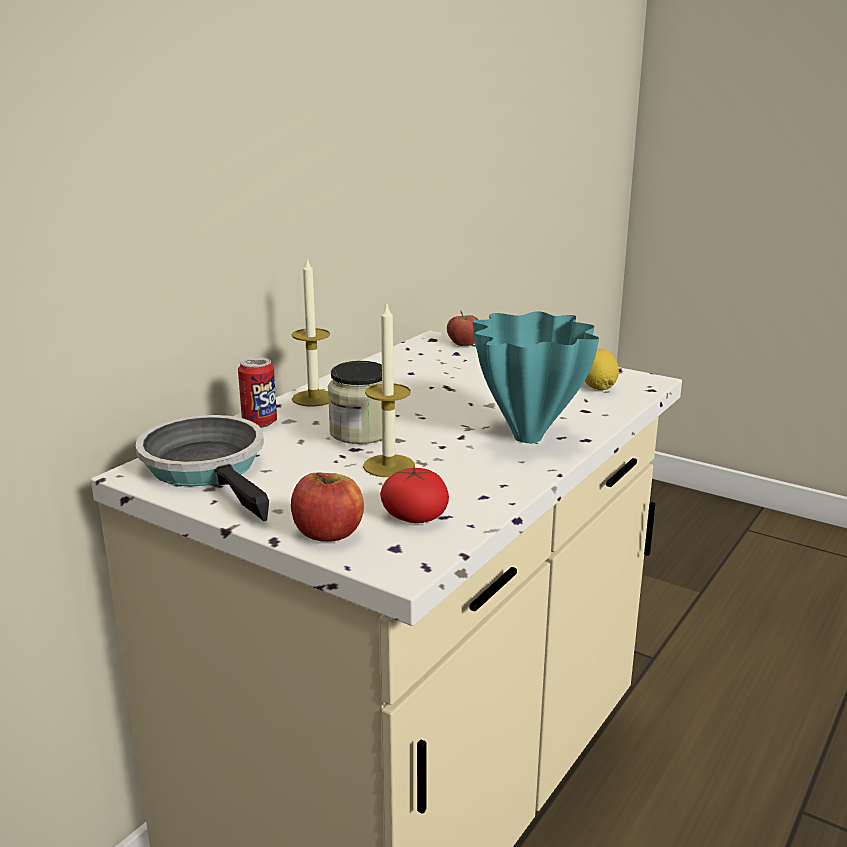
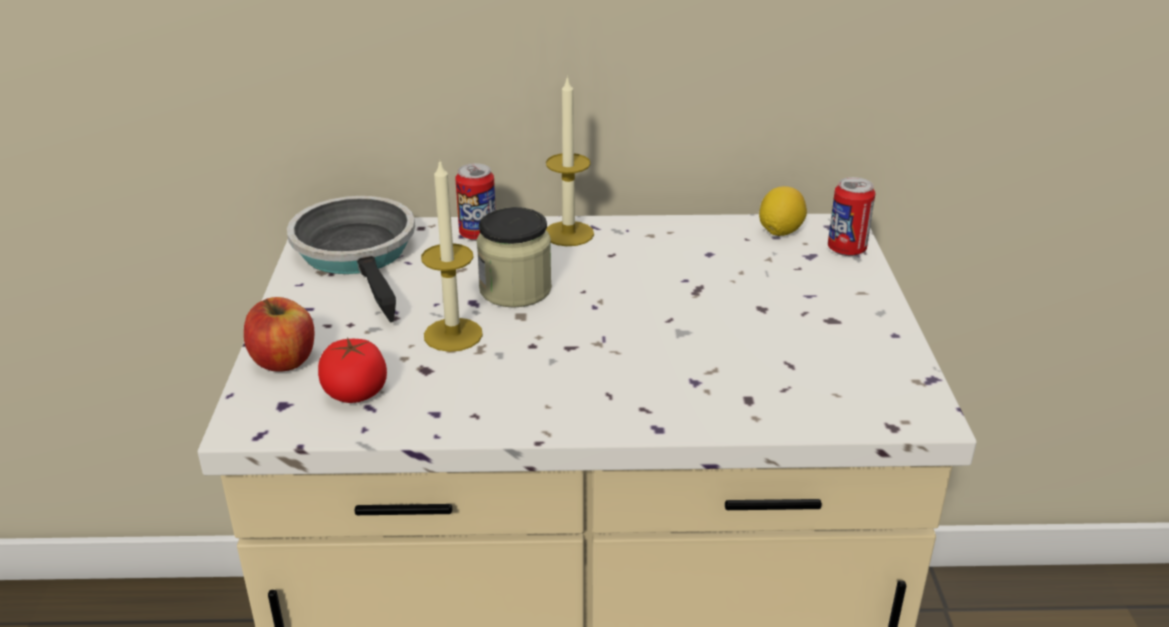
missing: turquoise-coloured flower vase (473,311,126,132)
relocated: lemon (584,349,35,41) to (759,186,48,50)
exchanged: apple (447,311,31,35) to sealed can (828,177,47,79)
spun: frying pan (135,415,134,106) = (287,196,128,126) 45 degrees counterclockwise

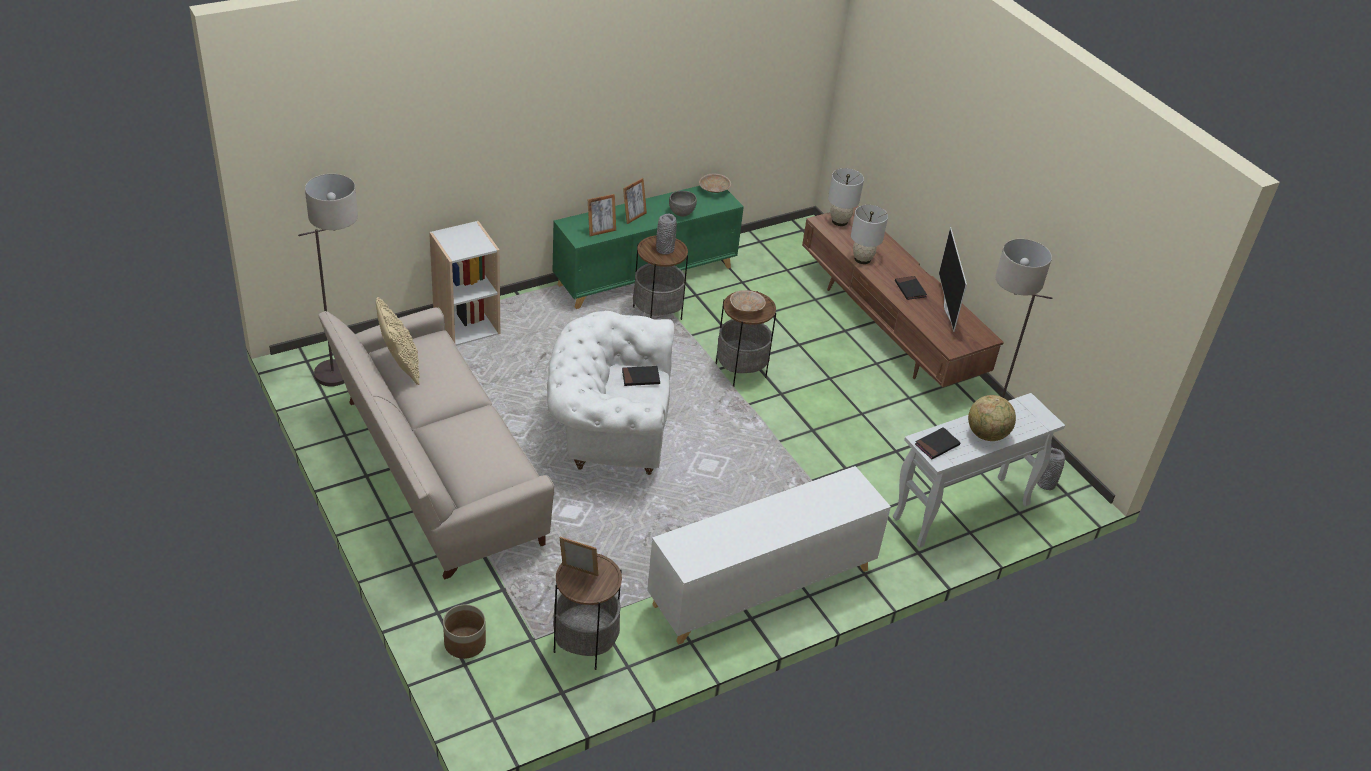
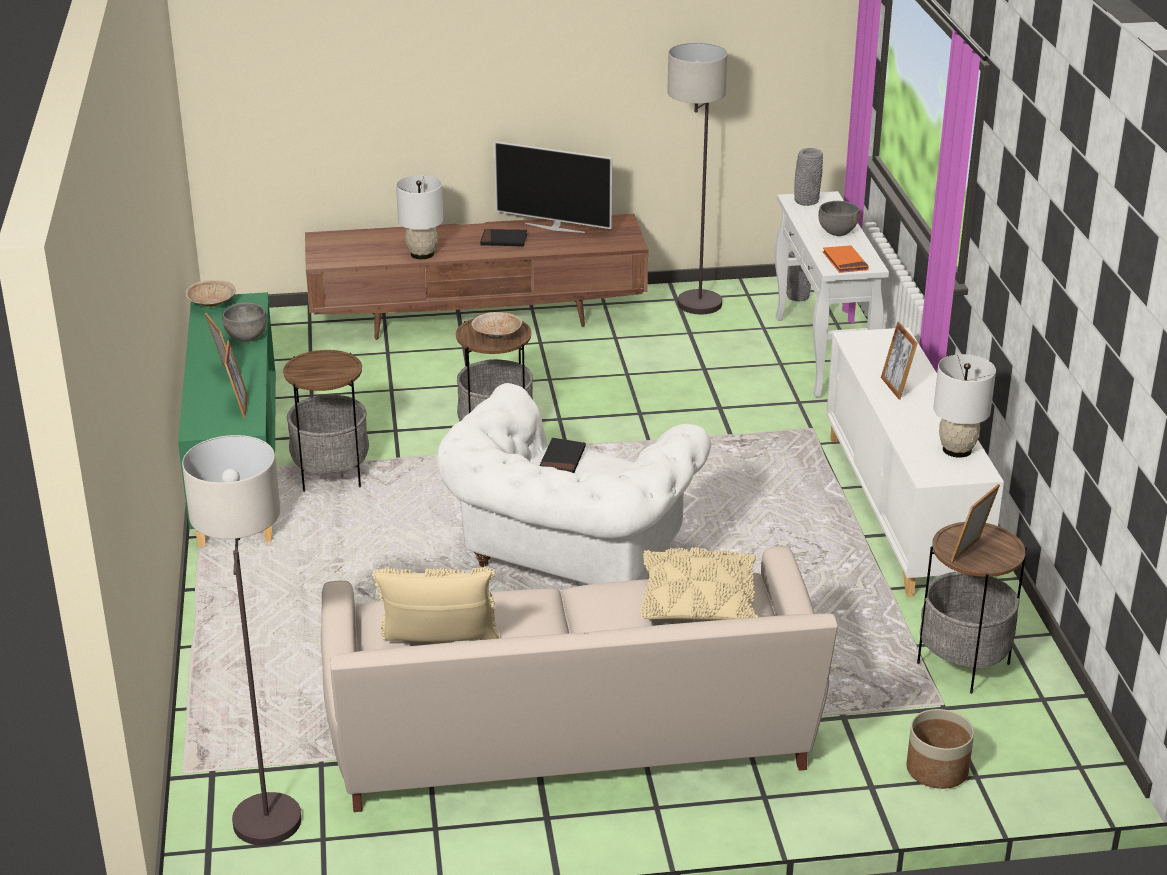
missing: shelving unit (429,221,71,125)
appeared: beige-coloured cushion (640,547,118,73); picture frame (881,322,37,78)
relocated: gray flower vase (656,214,21,41) to (794,148,29,58); white table lamp (828,168,36,58) to (933,354,63,104)
exchanged: globe (968,395,48,46) to gray bowl (818,201,42,35)
colour: black bound book (915,427,46,32) to orange bound book (822,245,47,28)

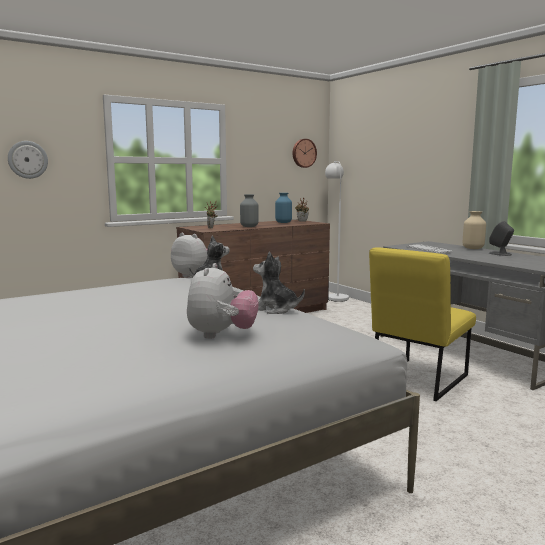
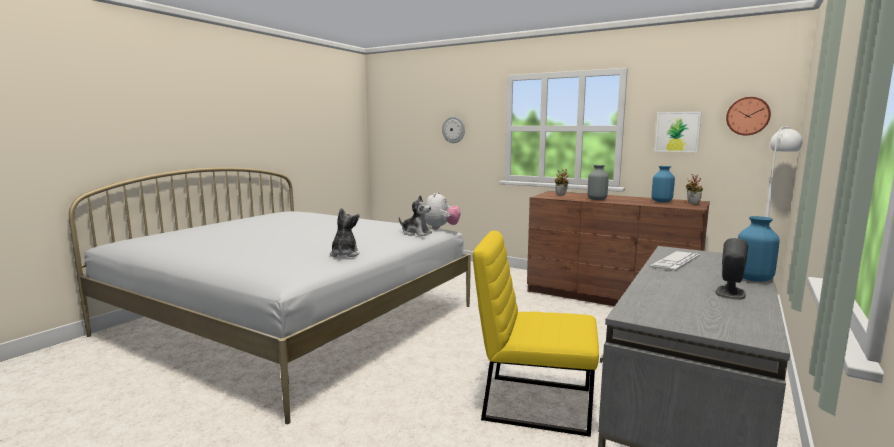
missing: cuddly toy (187,263,72,76)
appeared: picture (655,112,47,40)
colour: beige-coloured flower vase (463,211,23,38) to blue-coloured flower vase (738,216,42,66)

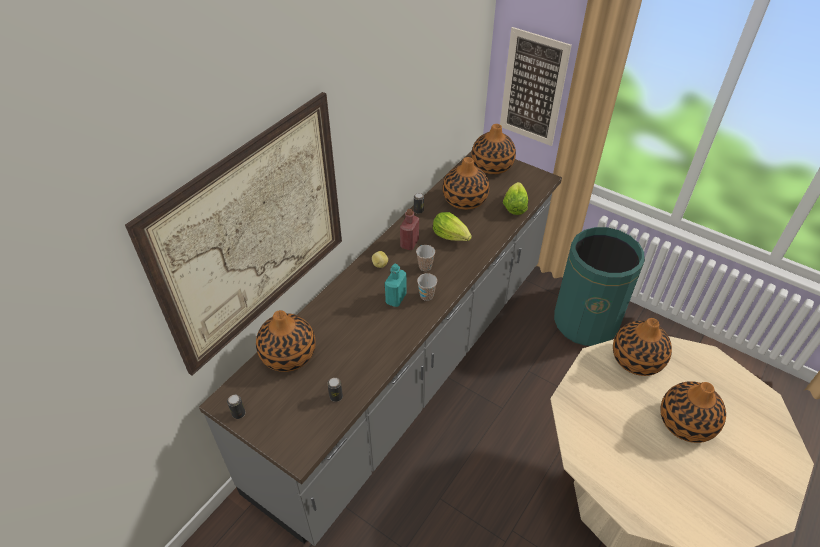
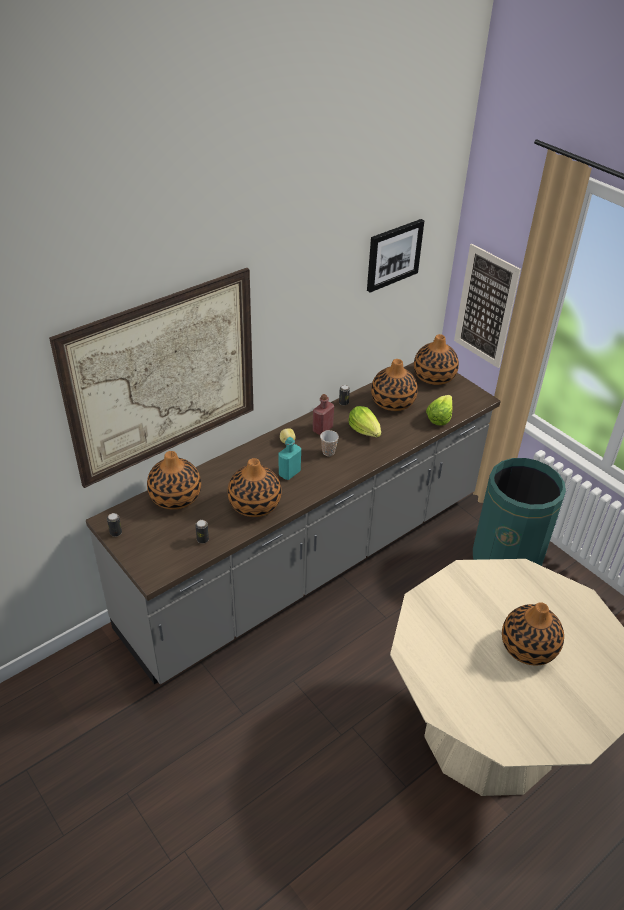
missing: cup (417,273,20,28)
appeared: picture (367,219,57,73)
relocated: flower vase (613,318,59,58) to (228,458,54,59)

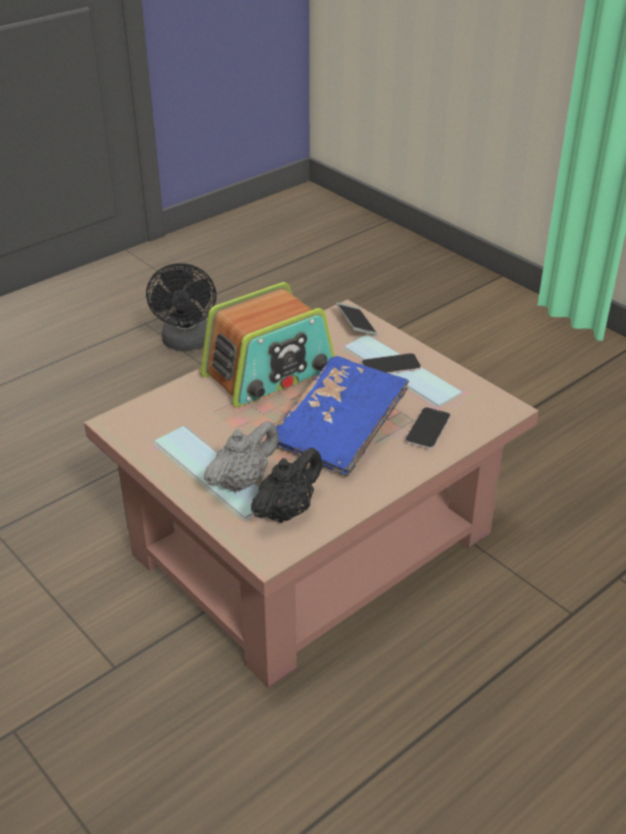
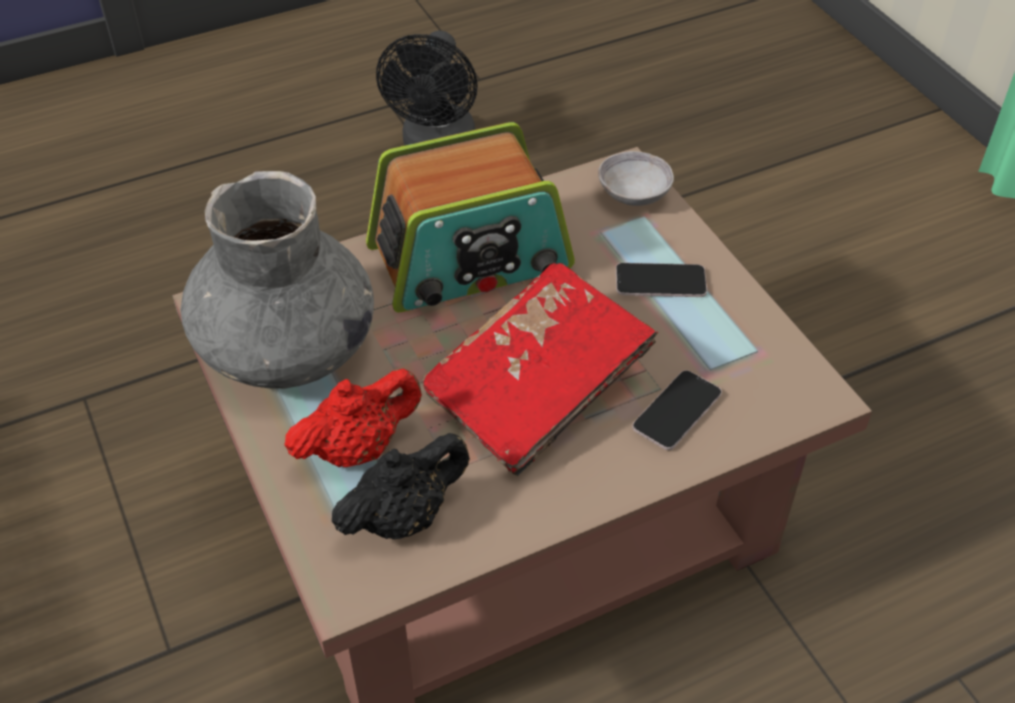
appeared: gray flower vase (180,171,194,217)
exchanged: telephone (336,302,41,33) to gray bowl (598,151,76,55)
colour: gray pot for tea (204,421,75,72) to red pot for tea (284,369,138,98); blue-coloured bound book (276,356,133,121) to red bound book (423,263,235,213)

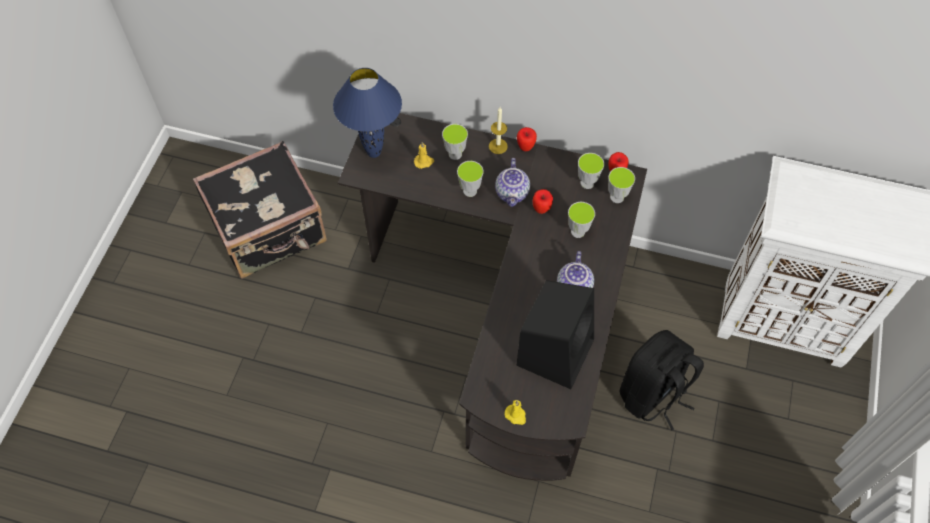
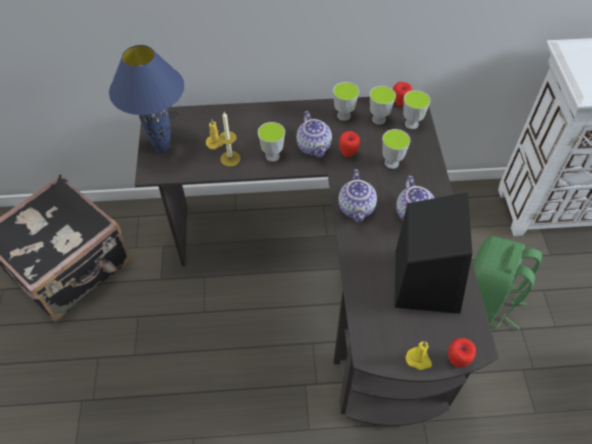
appeared: pot for tea (338,169,39,53)
relocated: cup (442,124,26,36) to (333,82,26,39); wax candle (489,107,19,47) to (219,112,21,55); apple (517,127,20,24) to (448,338,28,29)
colour: black knapsack (620,330,84,100) to green-coloured knapsack (473,236,69,94)

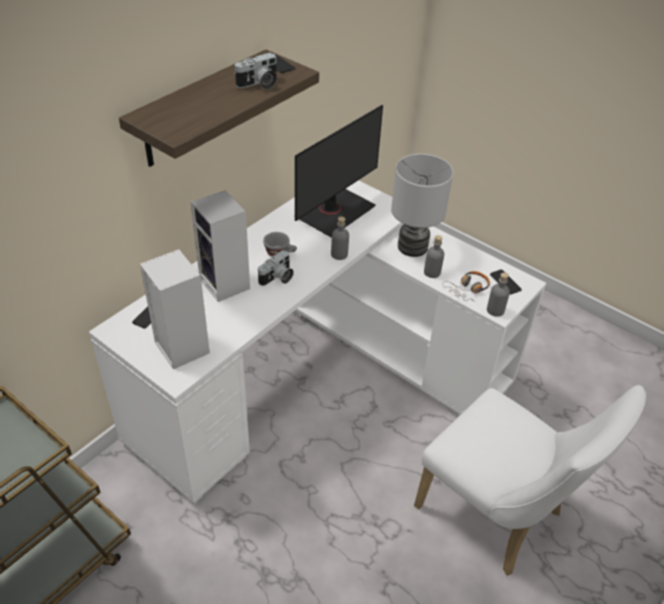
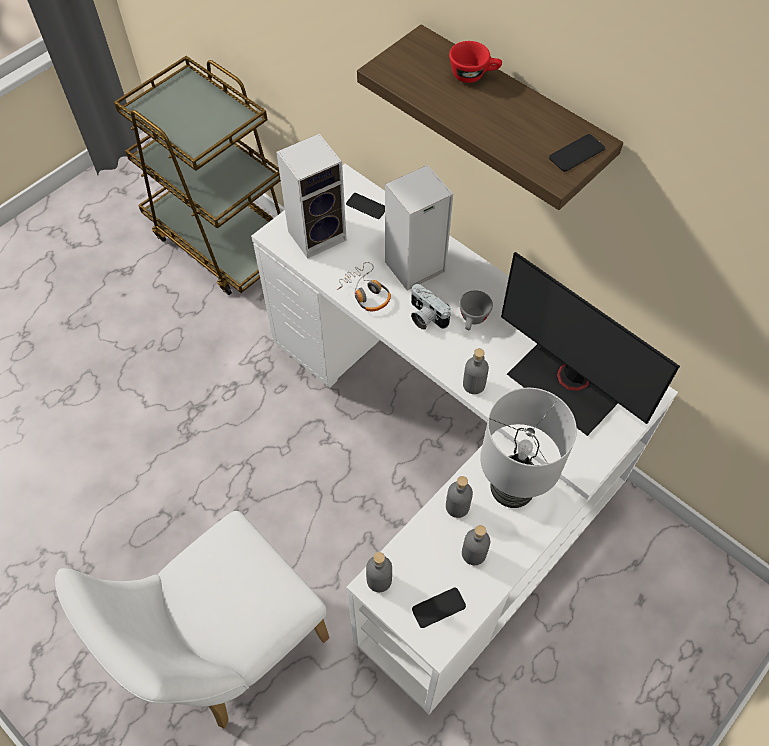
missing: still camera (234,53,43,37)
appeared: red cup (449,41,53,42); gray beverage bottle (462,525,28,40)
relocated: headset (442,271,48,31) to (337,262,54,49)

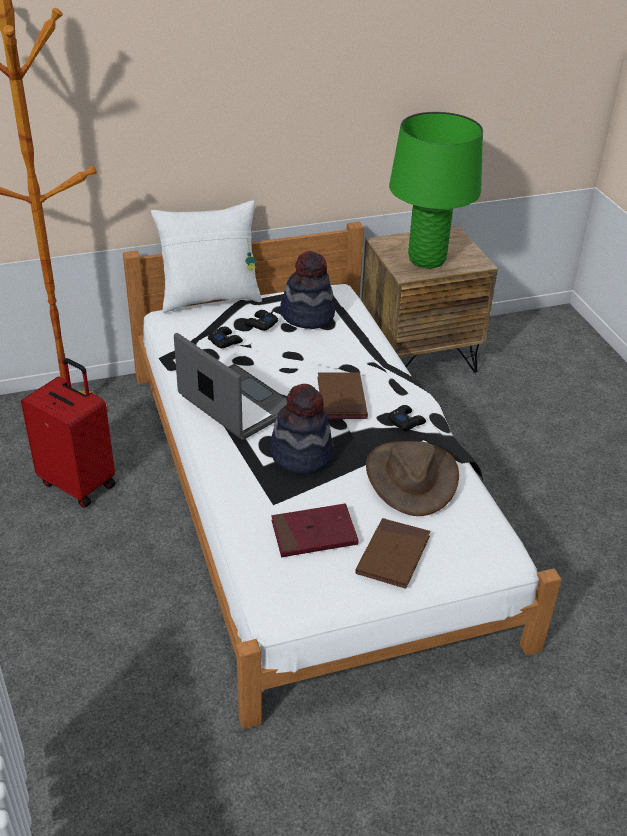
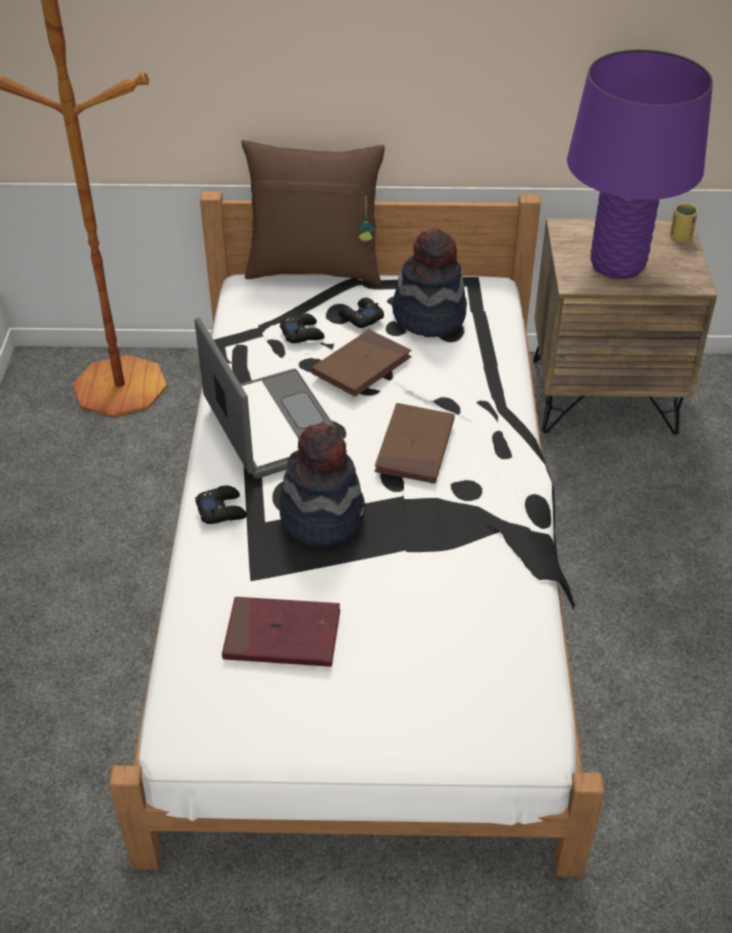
missing: red suitcase (21,358,94,150); brownish wearable hat (366,441,93,75)
appeared: yellowish cup (670,204,28,38)
relocated: brownish bound book (356,518,74,71) to (311,329,100,68); black gamepad (388,405,38,26) to (195,486,52,38)
colour: white cushion (151,200,111,113) to brownish cushion (241,140,144,145); green-coloured table lamp (389,112,94,157) to purple-coloured table lamp (567,49,146,230)

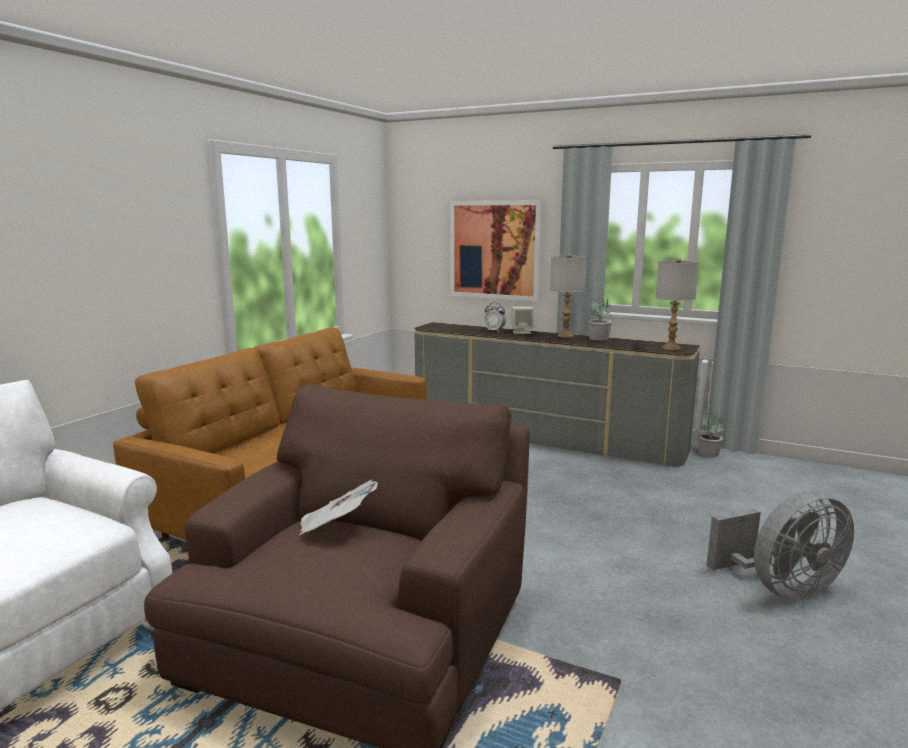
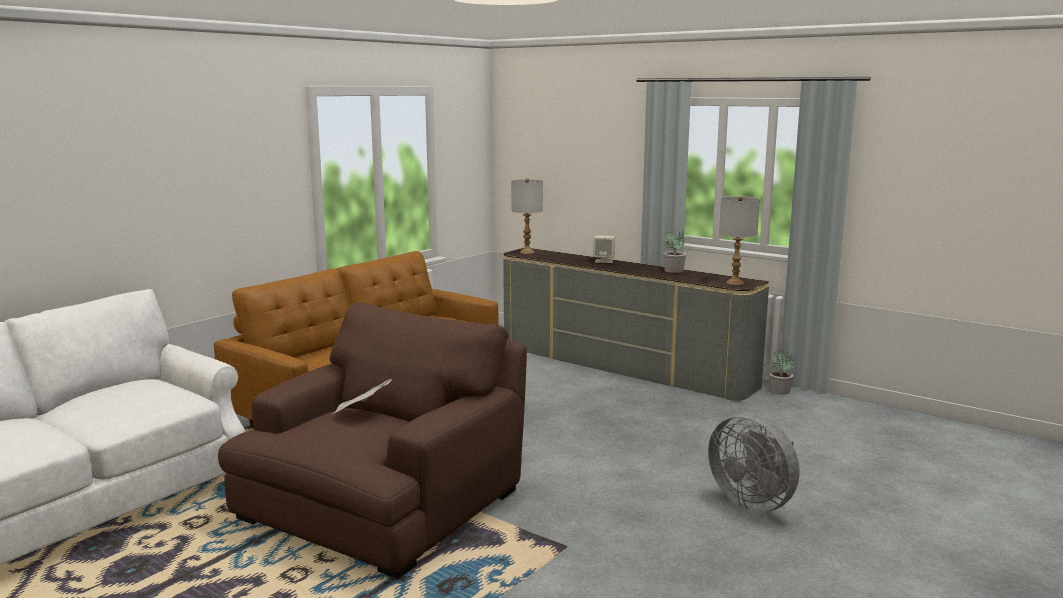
missing: picture (450,201,92,100); table clock (484,303,22,29)
relocated: gray table lamp (550,254,37,84) to (511,178,32,76)
spun: gray fan (707,491,147,110) = (708,413,91,99) 60 degrees clockwise

